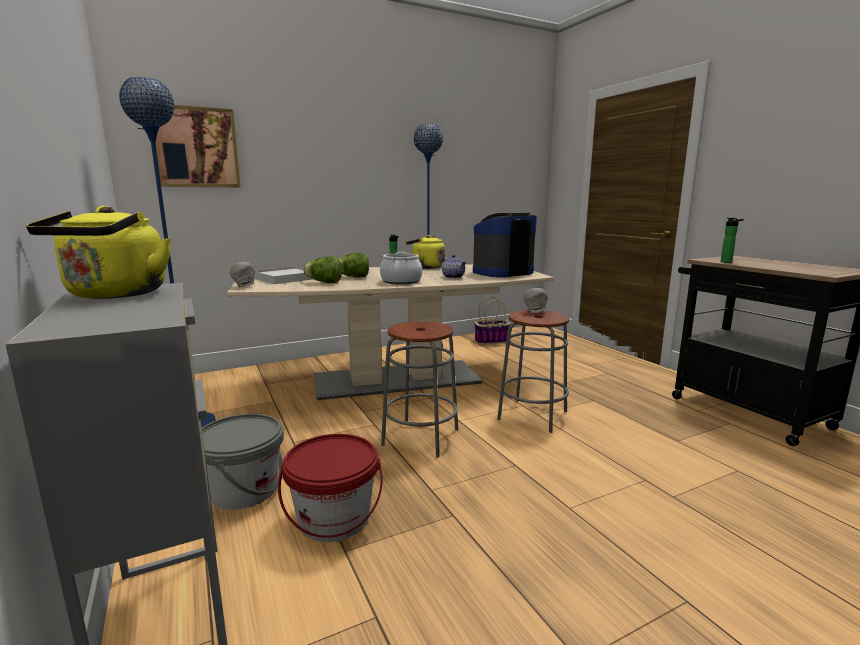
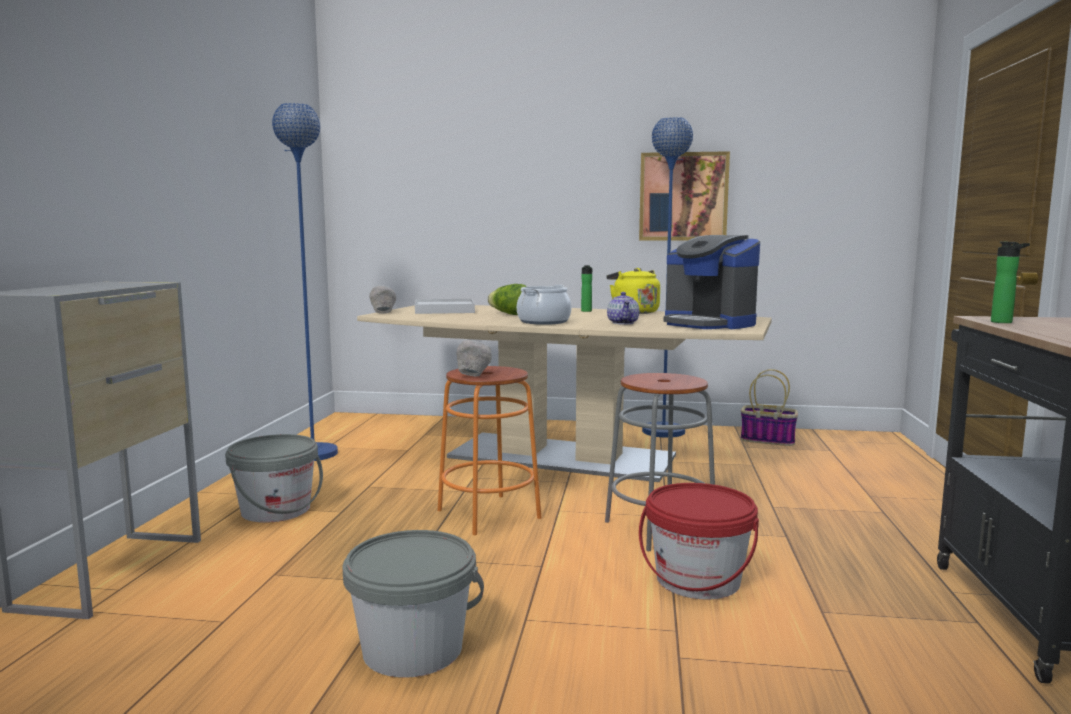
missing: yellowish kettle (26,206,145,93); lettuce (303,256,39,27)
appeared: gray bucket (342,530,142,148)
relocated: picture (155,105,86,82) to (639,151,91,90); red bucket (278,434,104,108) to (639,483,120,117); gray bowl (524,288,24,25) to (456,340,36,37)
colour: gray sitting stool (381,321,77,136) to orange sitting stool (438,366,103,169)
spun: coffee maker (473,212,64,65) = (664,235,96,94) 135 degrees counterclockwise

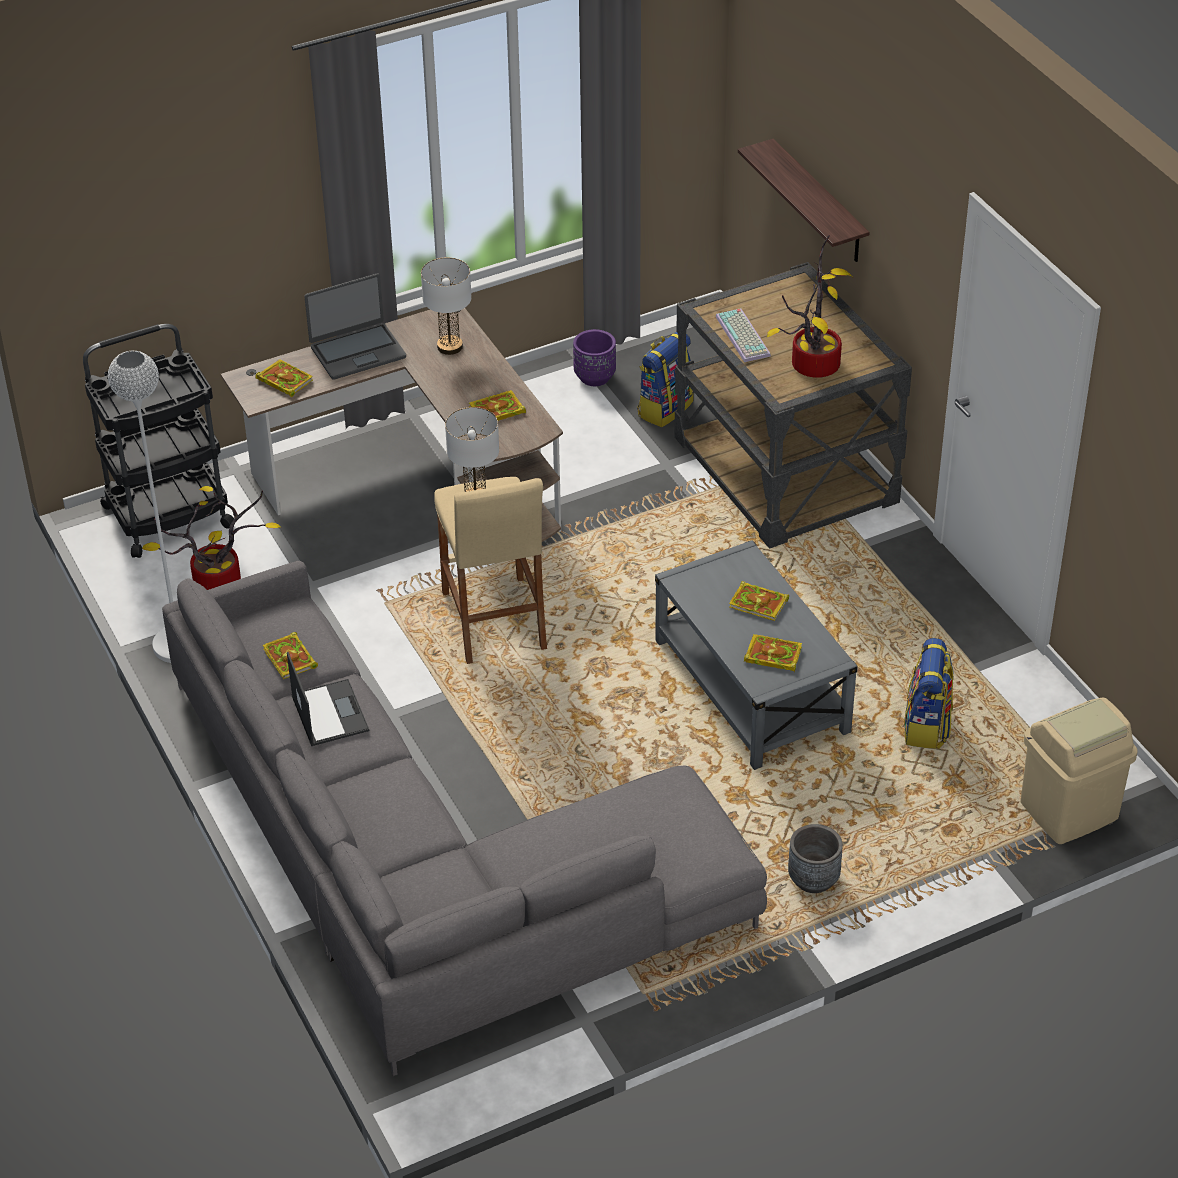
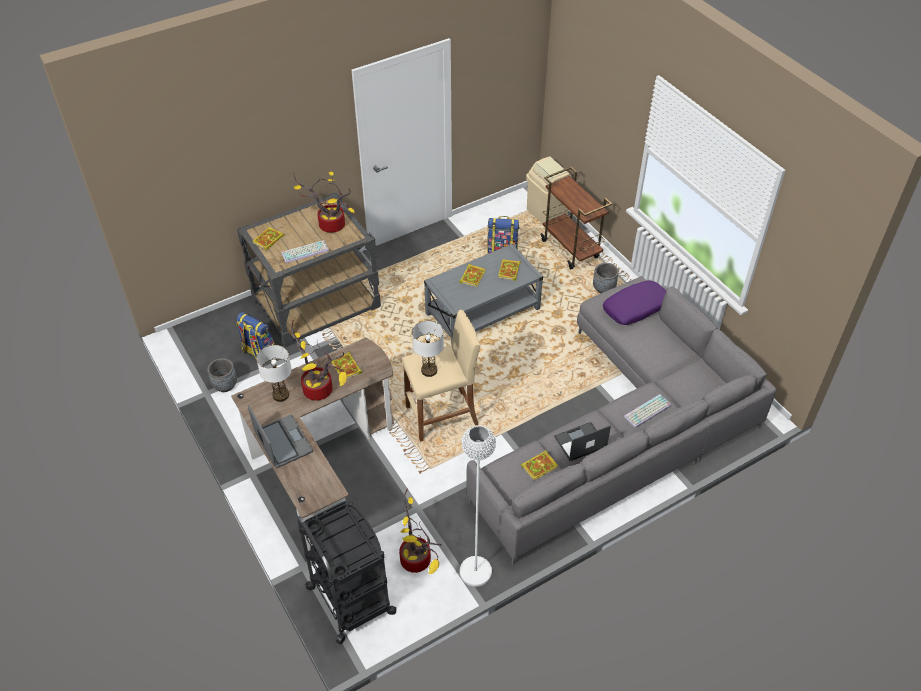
missing: shelf (738,139,132,123)
appeared: plant in a pot (291,320,56,81); brownish wheeled cart (540,167,72,102); purple-coloured cushion (603,281,63,44); computer keyboard (624,394,47,34)
relocated: bound book (255,359,58,38) to (252,227,32,23)
colour: purple-coloured plant pot (573,329,43,57) to gray plant pot (207,358,30,34)

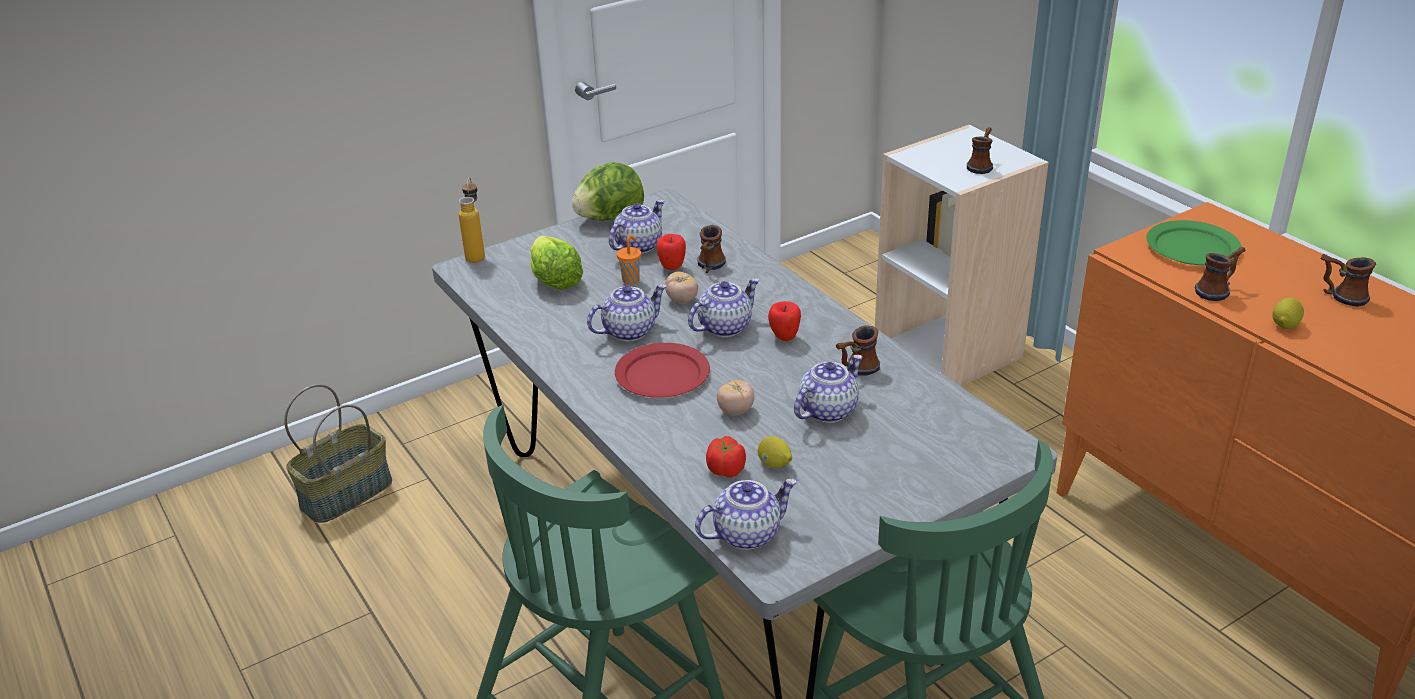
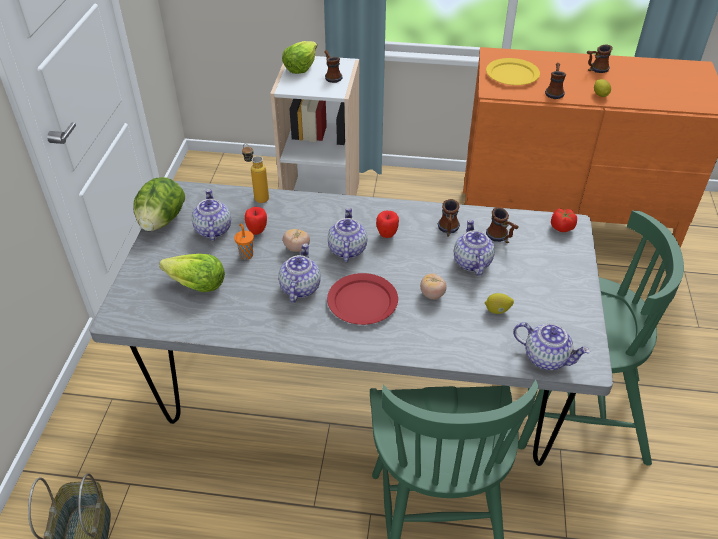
appeared: lettuce (282,41,35,33)
relocated: beverage bottle (459,177,26,86) to (242,143,27,60); mug (697,225,29,48) to (486,207,33,36); tomato (706,436,40,41) to (551,209,26,23)
colour: green-coloured dinner plate (1146,220,96,45) to yellowish dinner plate (486,58,54,27)
spun: pot for tea (695,478,102,72) = (513,322,77,48) 105 degrees clockwise

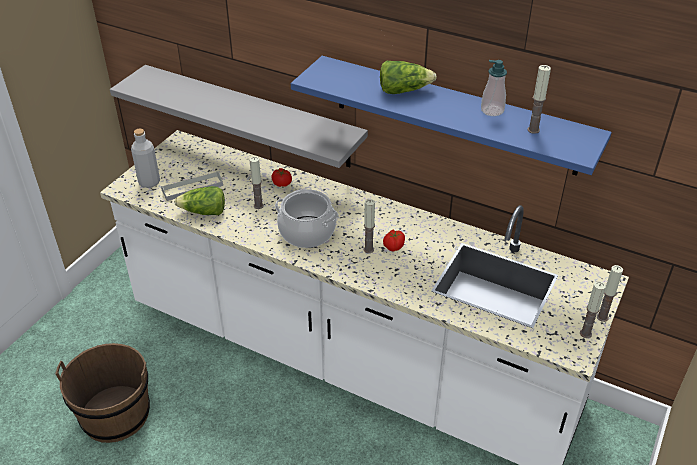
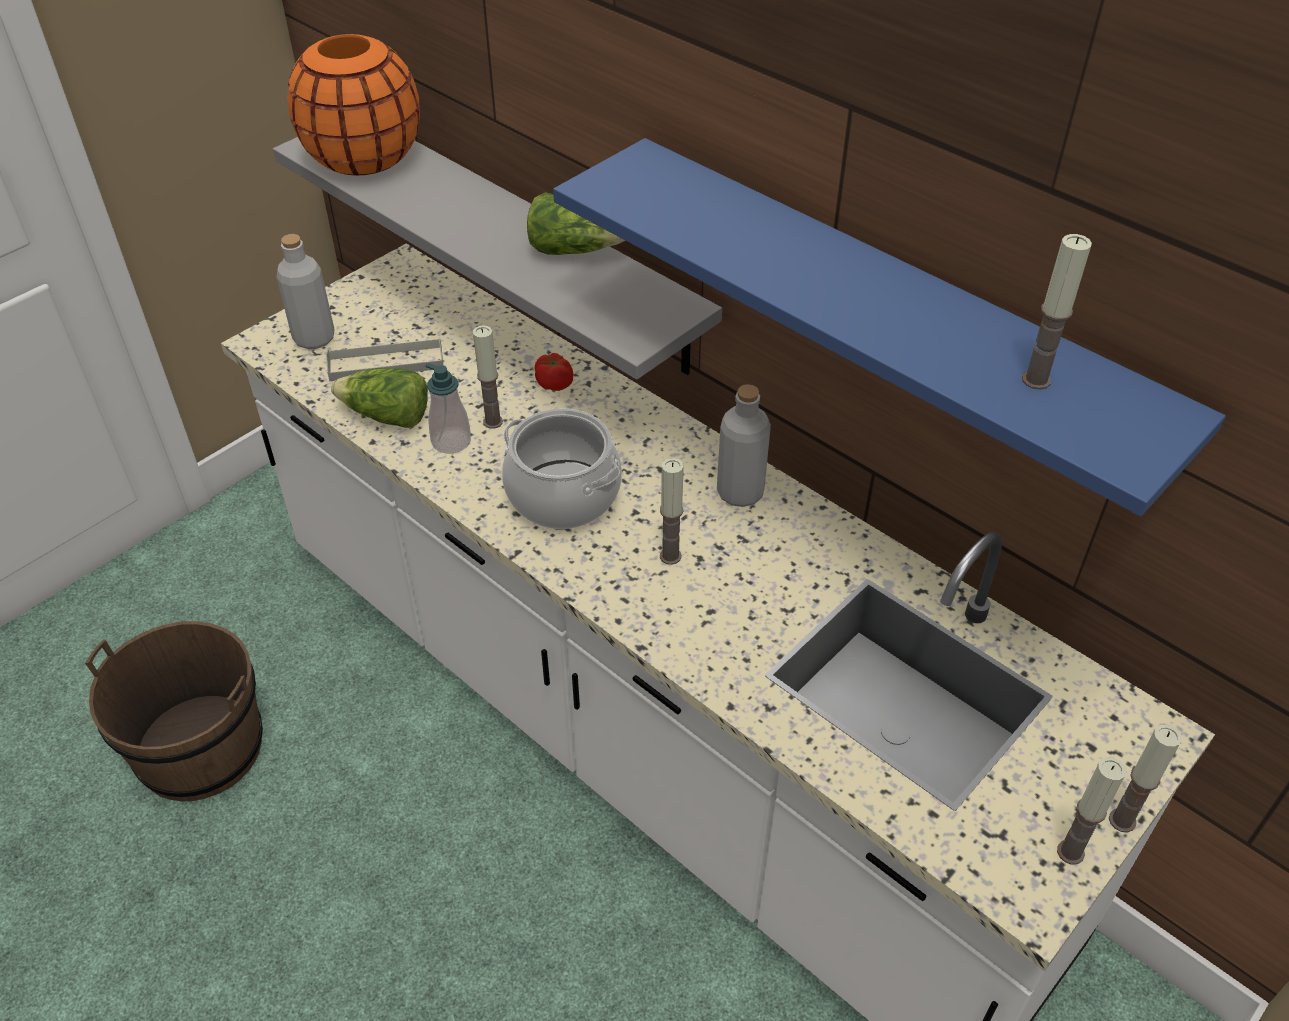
missing: tomato (383,230,22,22)
appeared: orange flower vase (288,34,132,142); gray beverage bottle (717,384,54,123)
relocated: lettuce (380,61,57,33) to (527,192,98,63); soap bottle (481,60,26,56) to (425,363,46,91)

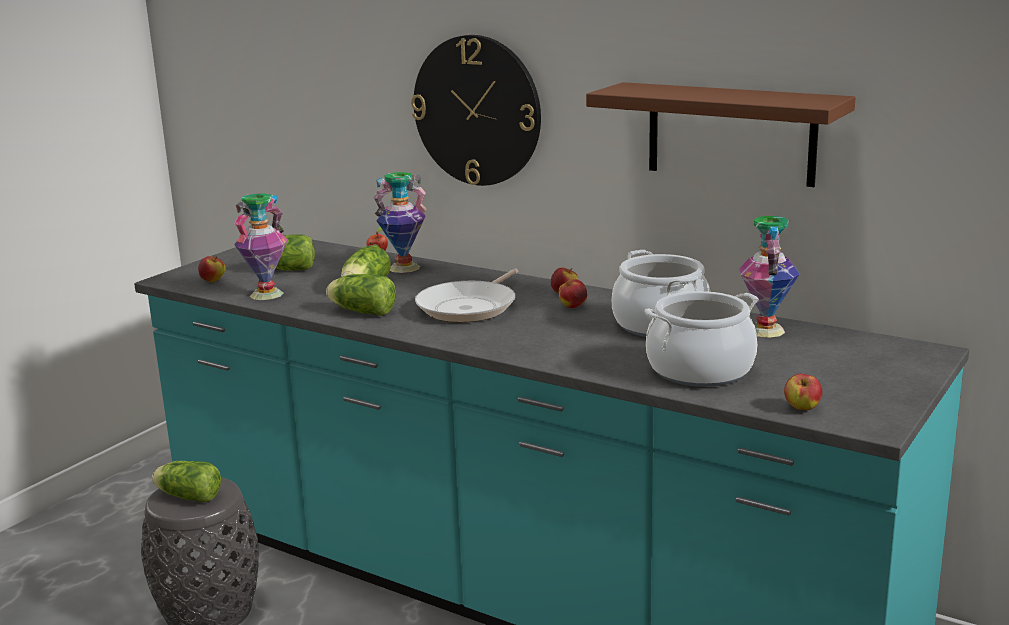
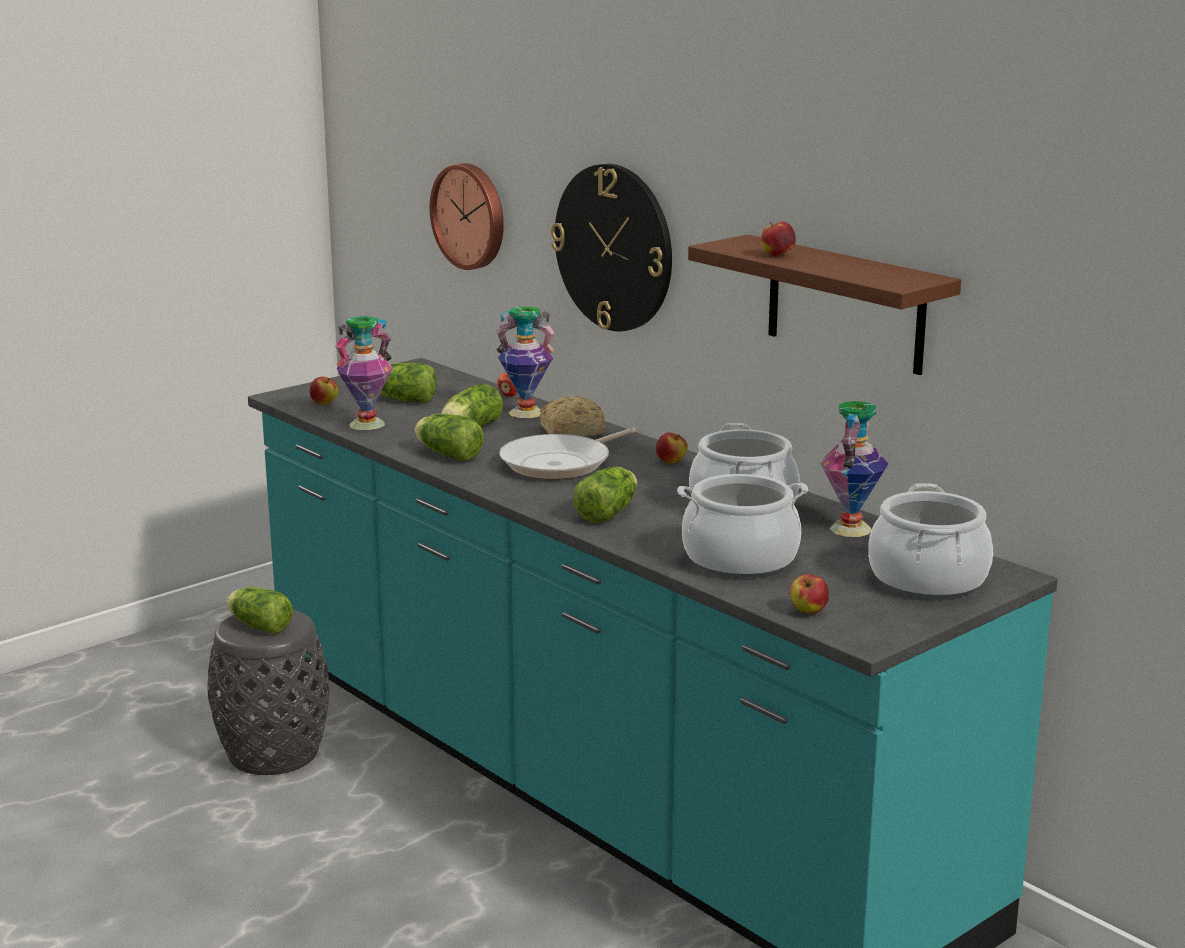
appeared: hanging clock (429,163,75,107); bakery bread (540,396,65,40); lettuce (573,467,64,56); saucepot (868,483,125,116)
relocated: apple (559,279,28,29) to (761,222,35,34)

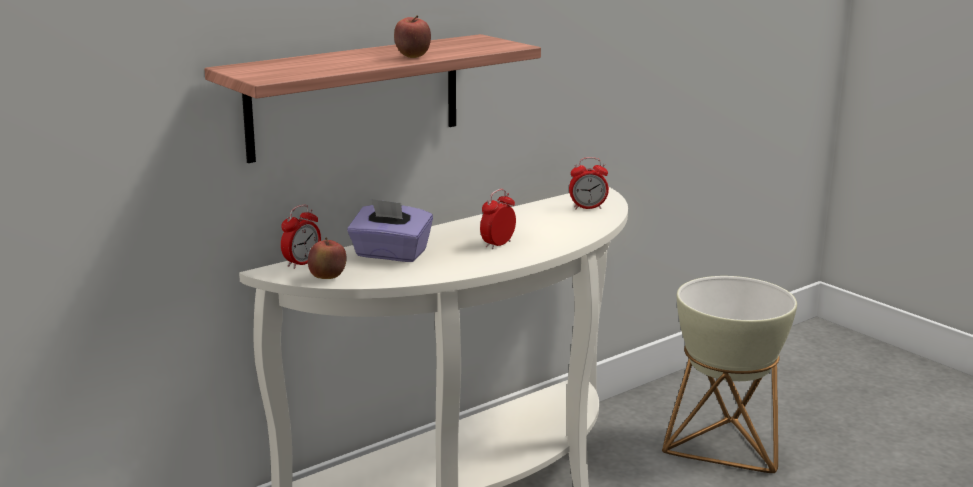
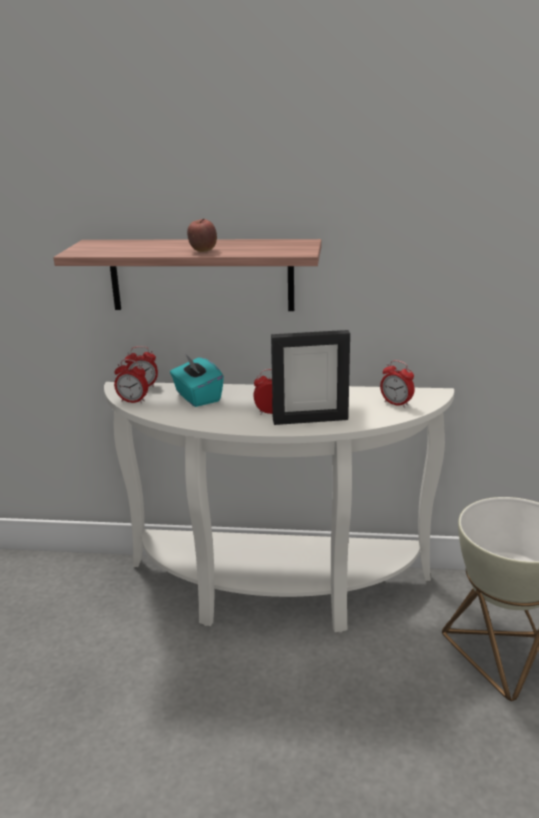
appeared: picture frame (271,330,79,95)
exchanged: apple (308,237,38,42) to table clock (114,359,34,45)
colour: purple-coloured box of tissues (347,199,86,63) to turquoise-coloured box of tissues (170,355,54,52)

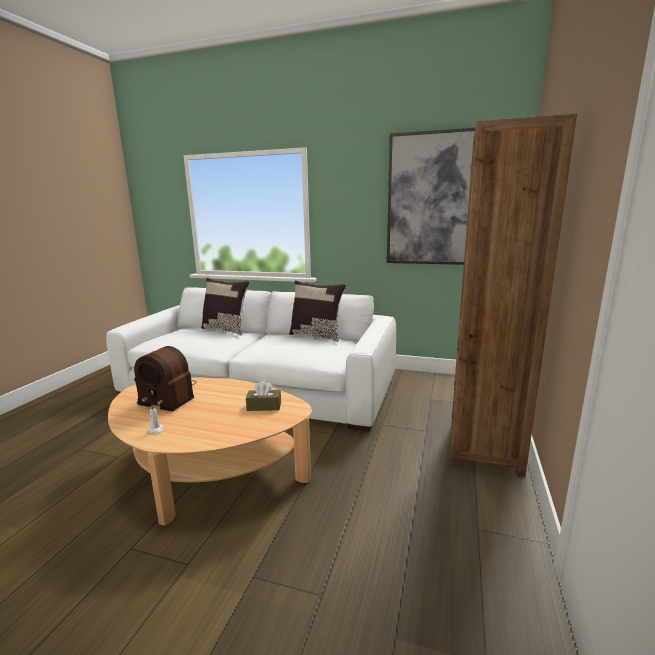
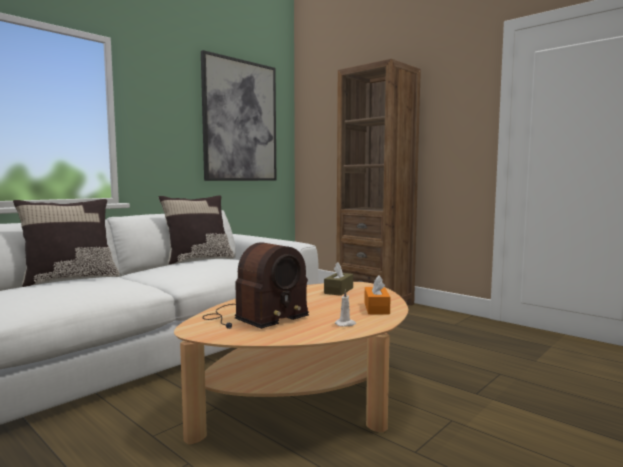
appeared: orange box of tissues (364,276,26,39)

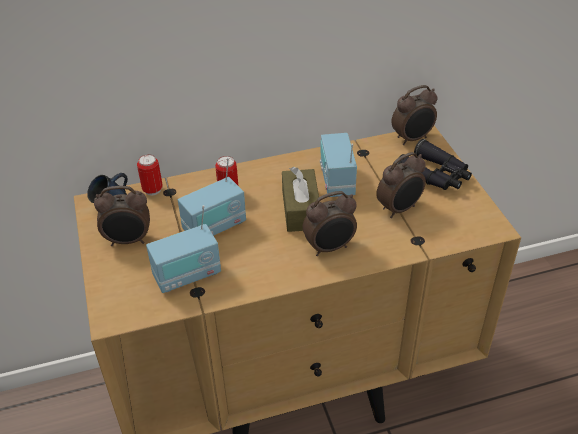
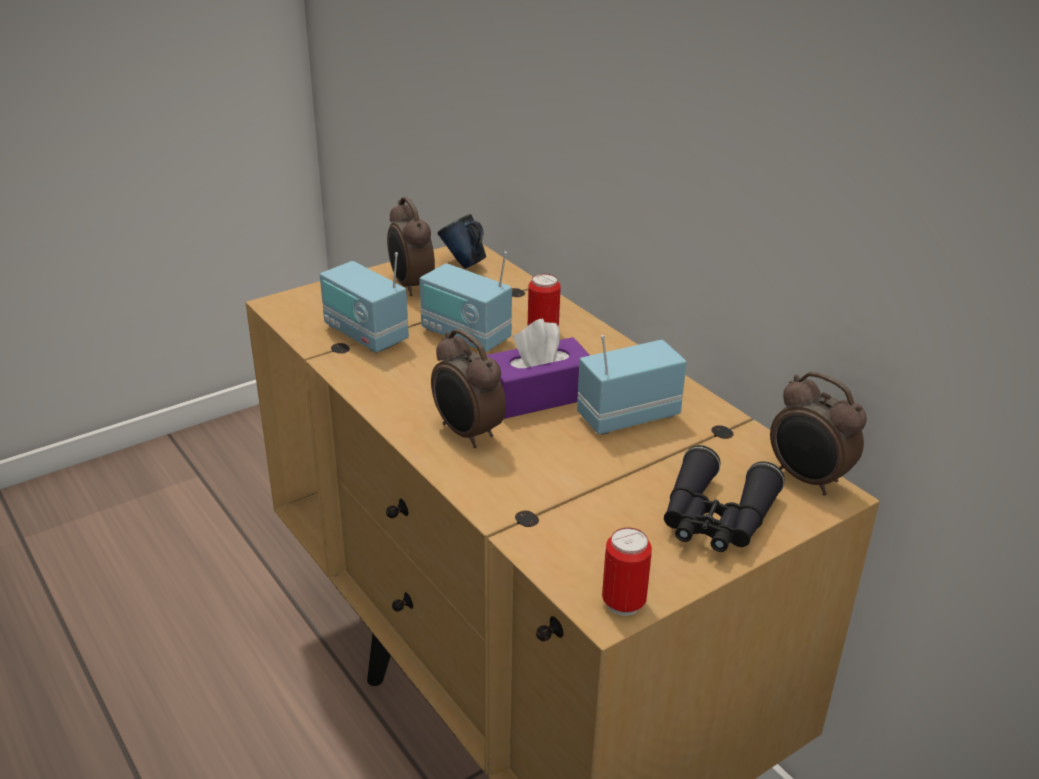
missing: table clock (376,152,50,66)
relocated: sealed can (137,154,26,41) to (602,528,50,88)
colour: brownish box of tissues (282,167,37,65) to purple-coloured box of tissues (486,318,104,101)

